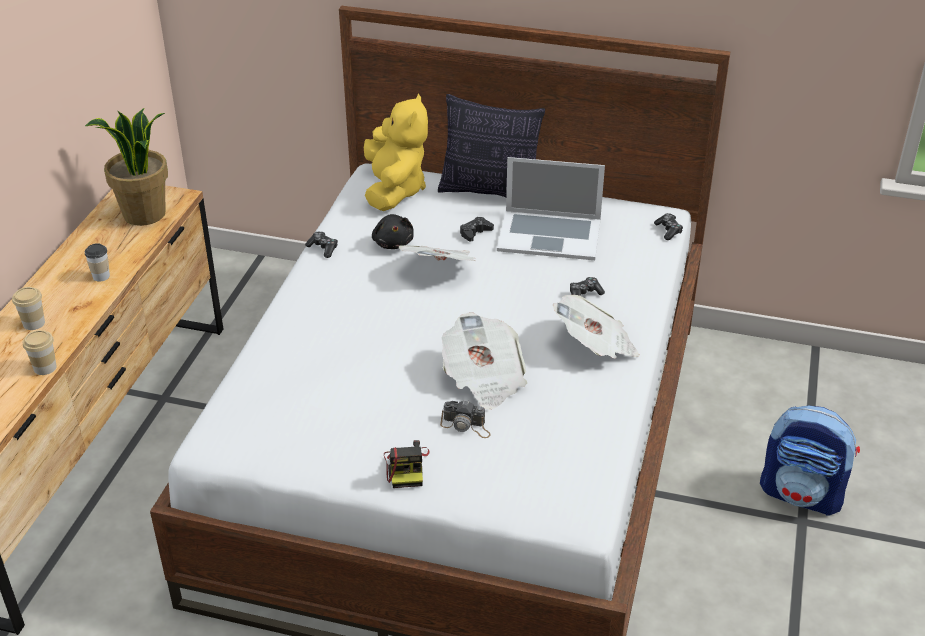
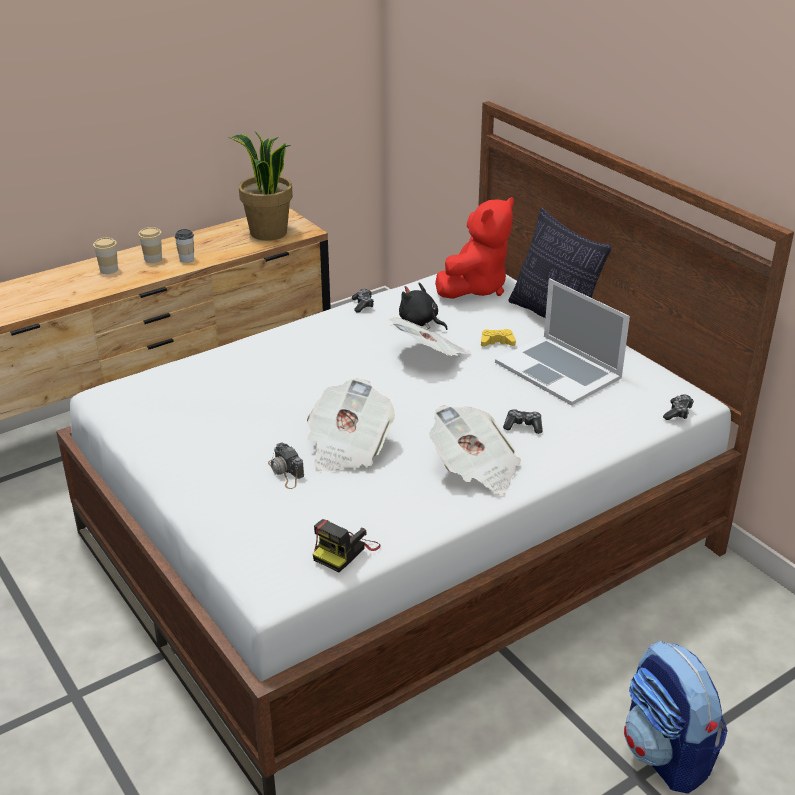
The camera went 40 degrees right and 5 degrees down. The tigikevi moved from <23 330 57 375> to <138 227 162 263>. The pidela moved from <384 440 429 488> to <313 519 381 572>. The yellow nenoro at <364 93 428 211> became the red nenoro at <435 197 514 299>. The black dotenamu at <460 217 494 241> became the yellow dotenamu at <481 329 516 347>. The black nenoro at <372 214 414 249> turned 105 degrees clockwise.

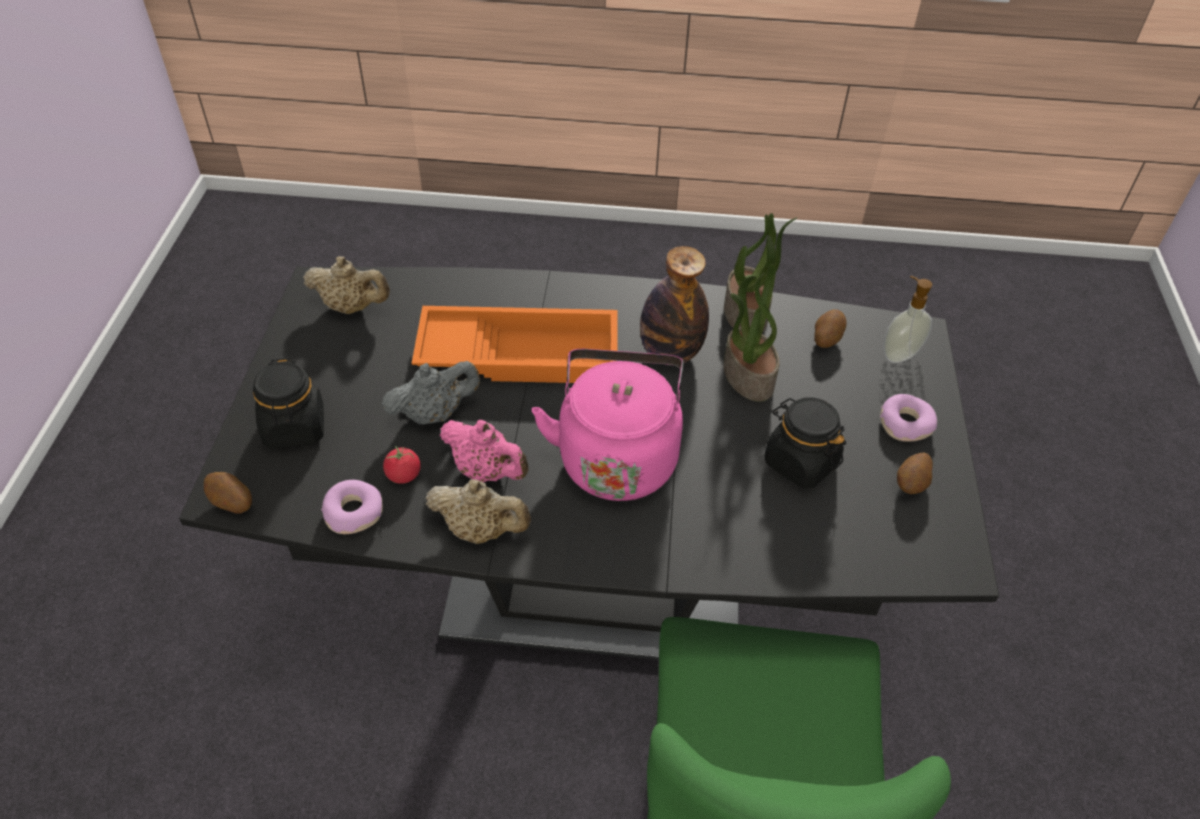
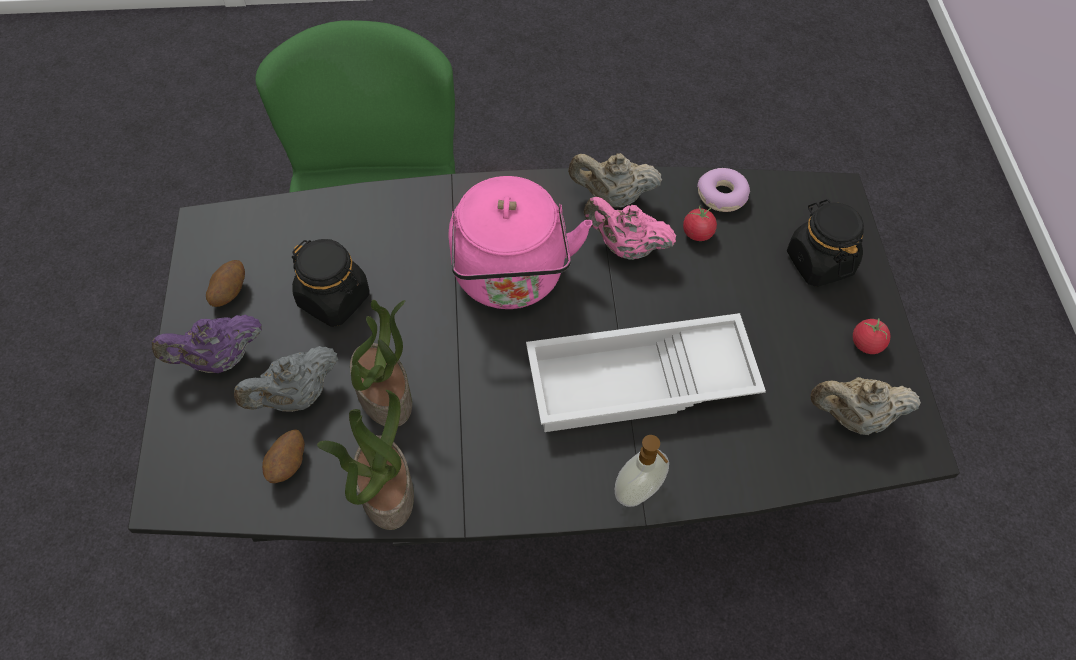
The camera went 170 degrees right and 10 degrees up. The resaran at <204 472 252 514> disappeared. The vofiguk at <640 246 709 365> disappeared. The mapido at <853 318 890 354> appeared. The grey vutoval moved from <382 361 480 425> to <234 346 338 412>. The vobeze moved from <883 276 932 363> to <615 435 669 507>. The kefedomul at <880 394 937 442> was replaced by the purple vutoval at <152 315 262 373>. The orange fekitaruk at <412 306 617 383> became the white fekitaruk at <526 313 766 432>.

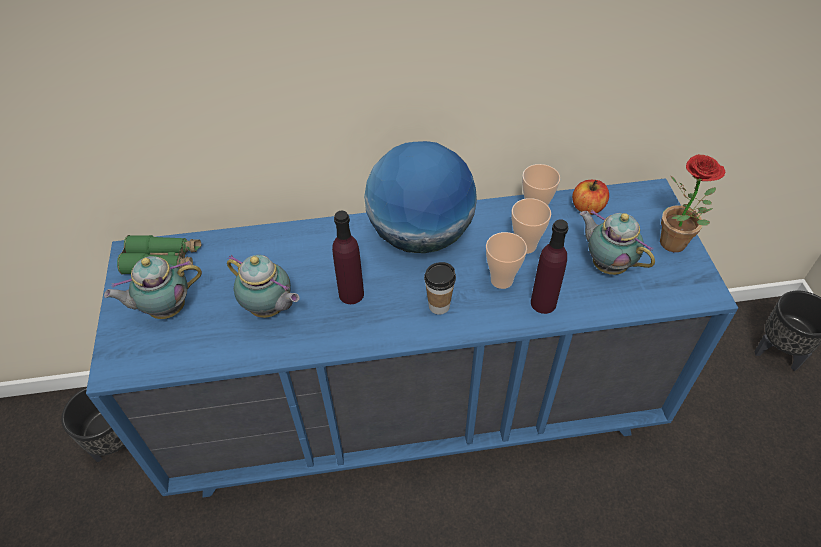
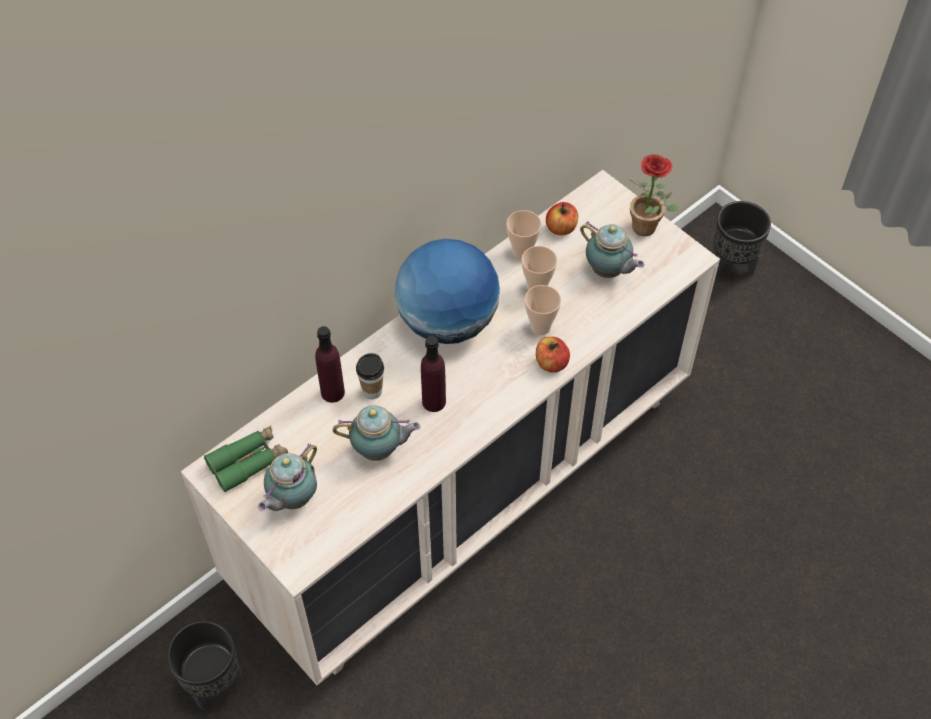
The camera went 35 degrees left and 5 degrees up. The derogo at <536 337 570 373> appeared. The tigikevi moved from <424 262 456 315> to <356 353 384 399>. The purple vofiguk moved from <531 219 568 314> to <315 326 345 403>. The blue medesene at <86 178 738 498> became the beige medesene at <181 170 720 685>. The vutoval at <580 209 655 275> turned 150 degrees counterclockwise.

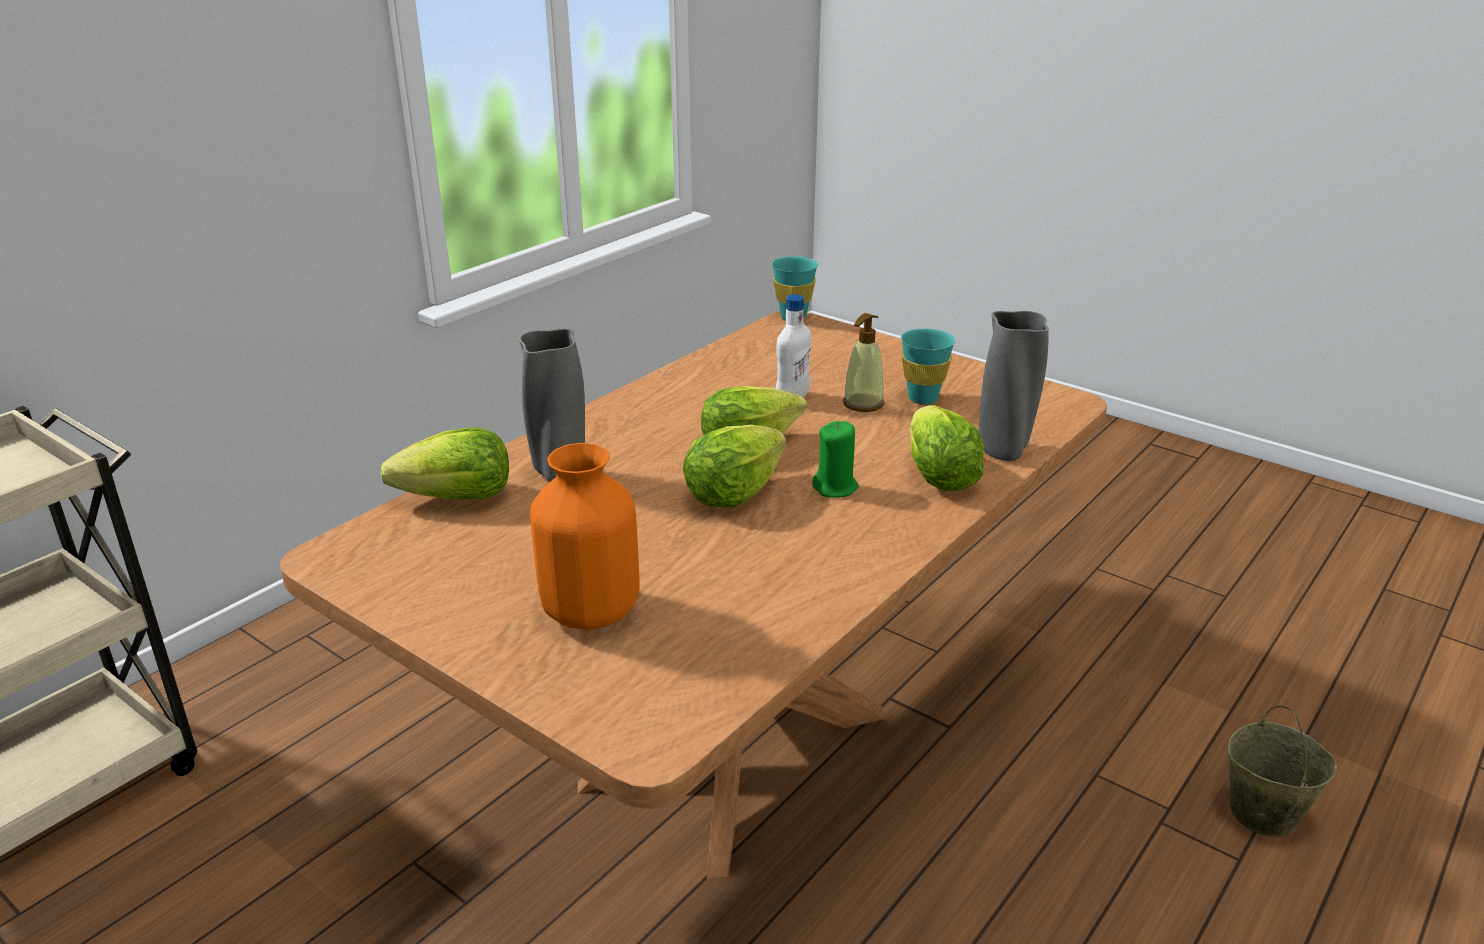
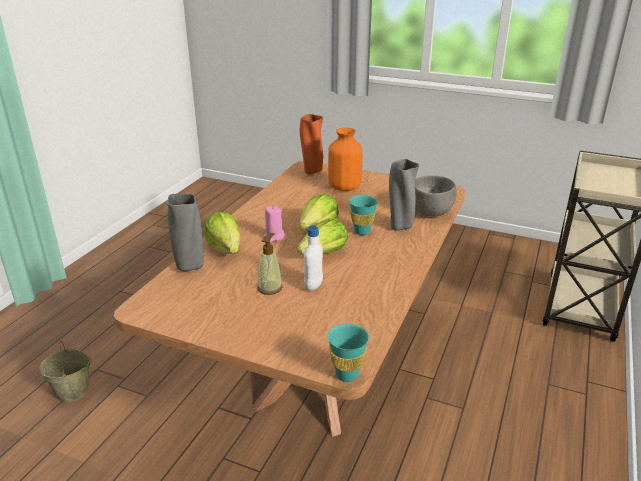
The camera went 165 degrees right and 0 degrees up. The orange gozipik at <300 114 323 174> appeared. The turquoise tigikevi moved from <901 328 955 404> to <349 195 378 235>. The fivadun at <380 428 509 500> was replaced by the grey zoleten at <415 175 457 216>. The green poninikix at <812 421 859 497> became the pink poninikix at <264 206 285 242>.

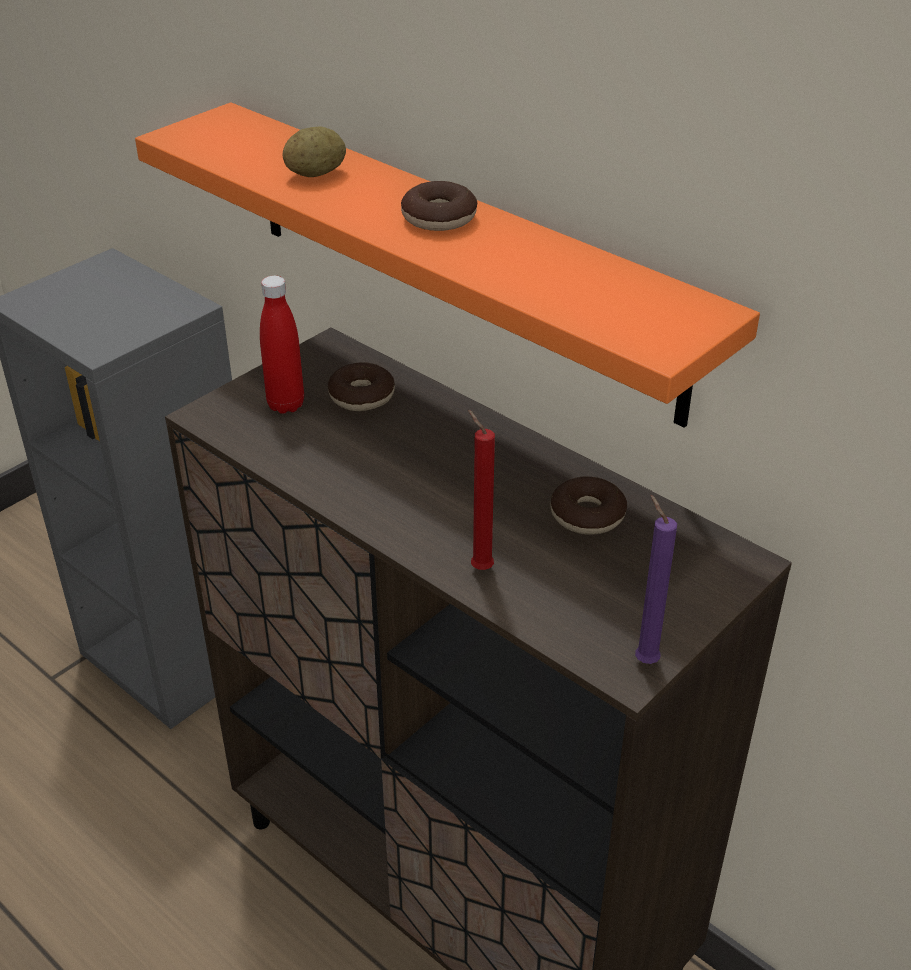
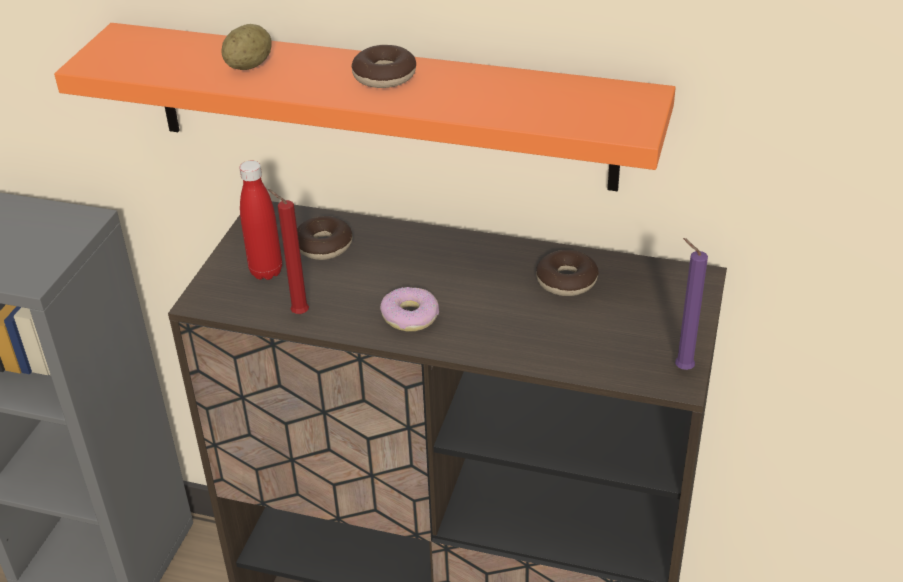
The camera went 25 degrees left and 0 degrees up. The kefedomul at <380 287 439 331> appeared. The red poninikix moved from <468 410 495 570> to <268 189 309 314>.

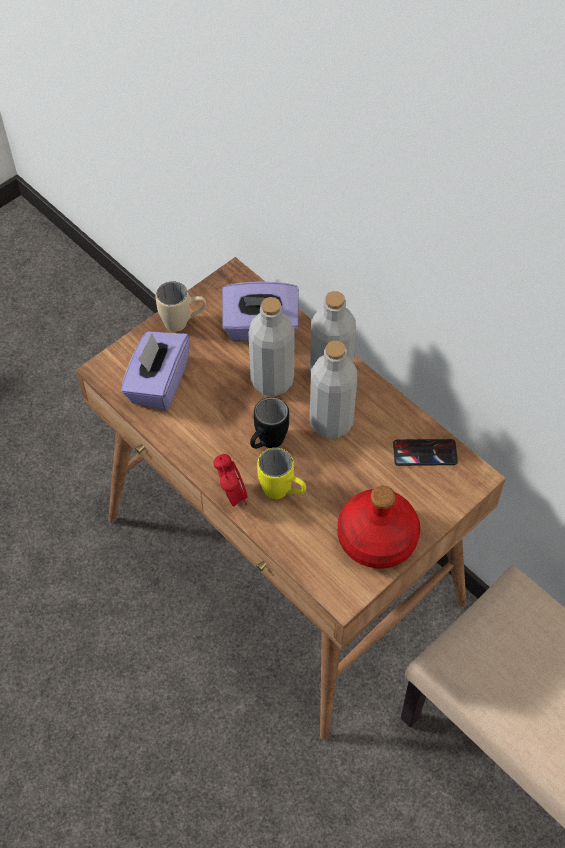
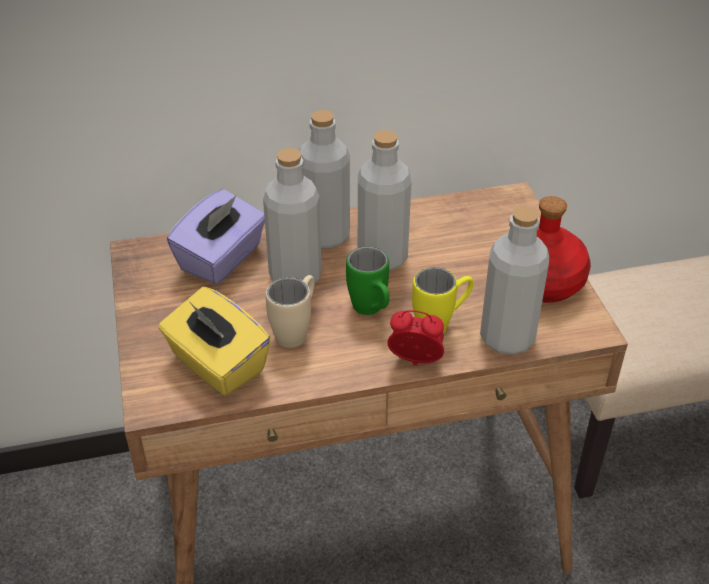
The camera went 60 degrees left and 15 degrees down. The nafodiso at <393 439 458 466> disappeared. The grey vofiguk at <480 206 549 355> appeared. The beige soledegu moved from <155 281 206 332> to <266 275 315 348>. The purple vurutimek at <121 331 190 411> became the yellow vurutimek at <158 287 271 396>. The black soledegu at <250 397 289 449> became the green soledegu at <346 246 390 315>.

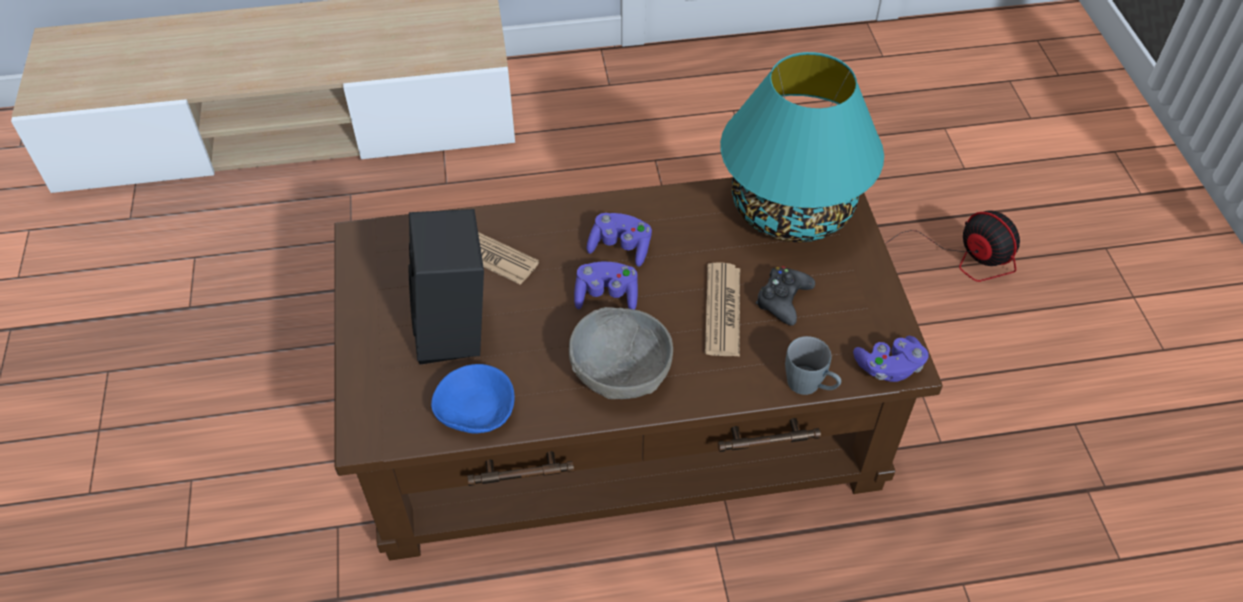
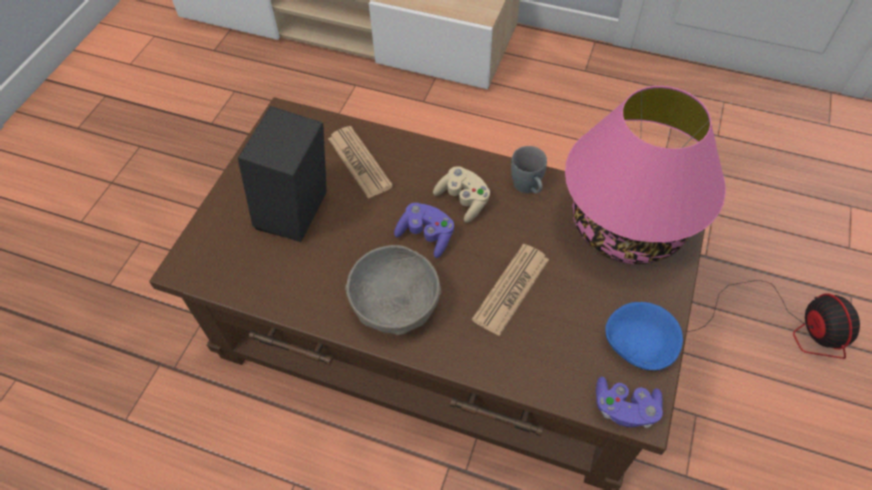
The camera went 30 degrees right and 5 degrees up. The black dotenamu at <756 266 815 325> disappeared. The blue zoleten moved from <431 364 515 434> to <605 302 683 370>. The grey soledegu moved from <785 336 841 395> to <511 146 547 193>. The purple dotenamu at <586 213 652 267> became the beige dotenamu at <433 166 490 223>. The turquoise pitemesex at <720 52 884 242> became the pink pitemesex at <565 86 726 264>.

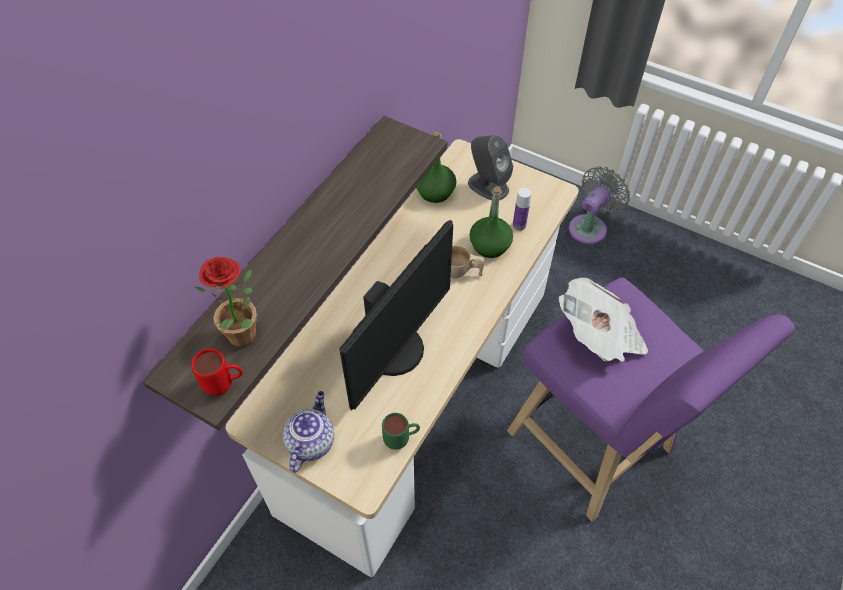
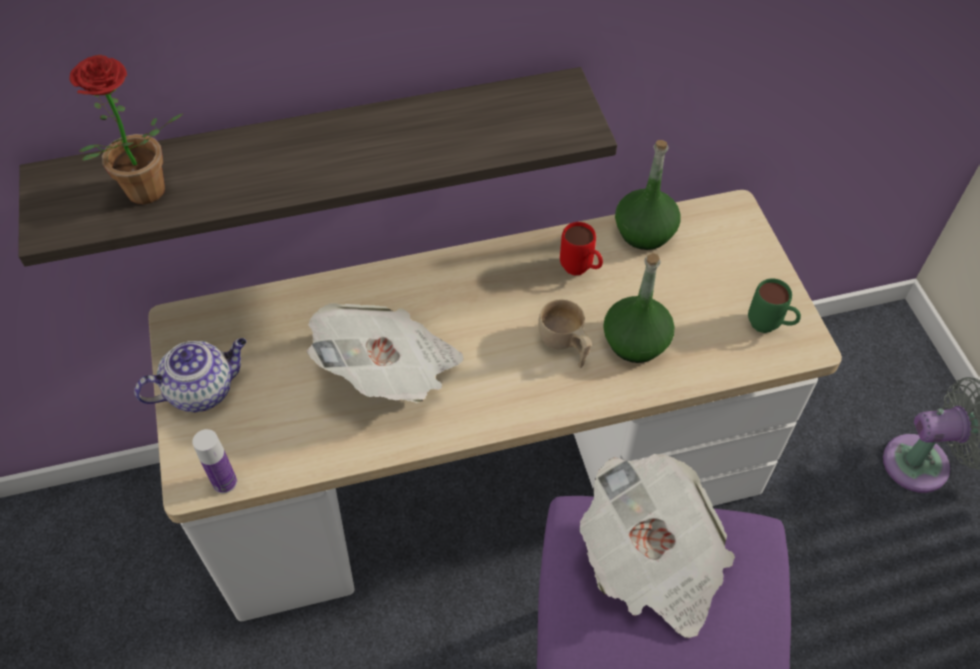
The camera went 45 degrees right and 0 degrees up. The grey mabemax at <468 135 513 200> disappeared. The red soledegu moved from <192 349 243 396> to <560 222 603 275>. The green soledegu moved from <382 413 420 450> to <748 278 801 333>. The vofiguk moved from <513 188 531 231> to <192 429 237 494>. The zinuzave at <339 220 453 410> was replaced by the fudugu at <307 303 464 403>.

